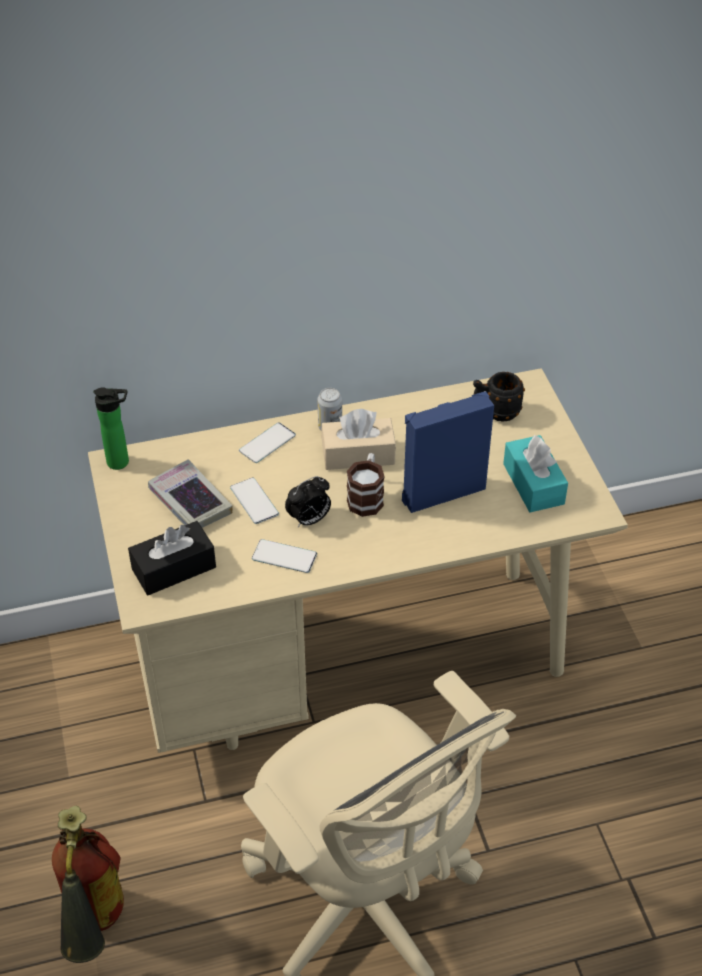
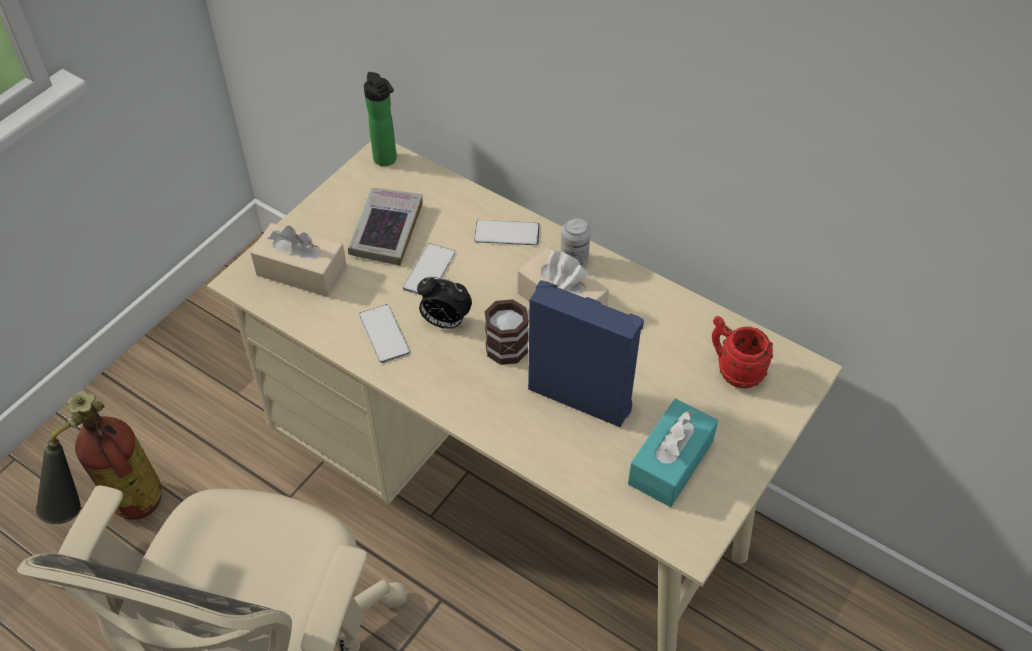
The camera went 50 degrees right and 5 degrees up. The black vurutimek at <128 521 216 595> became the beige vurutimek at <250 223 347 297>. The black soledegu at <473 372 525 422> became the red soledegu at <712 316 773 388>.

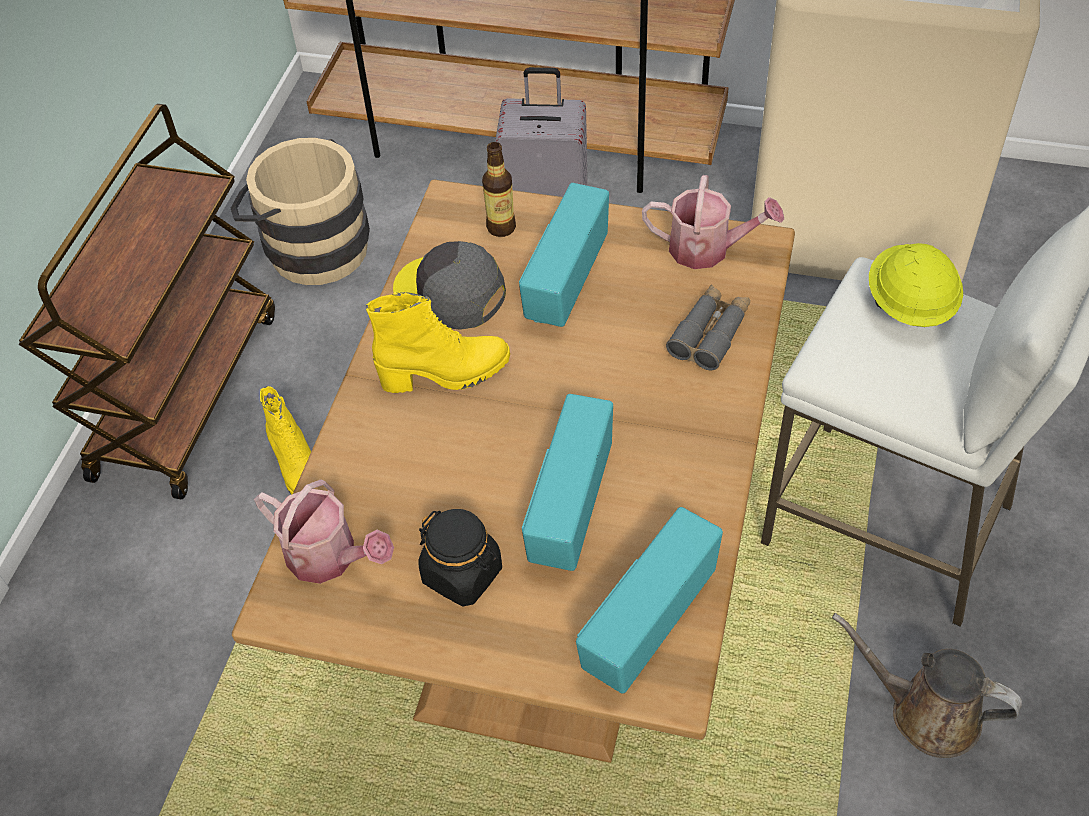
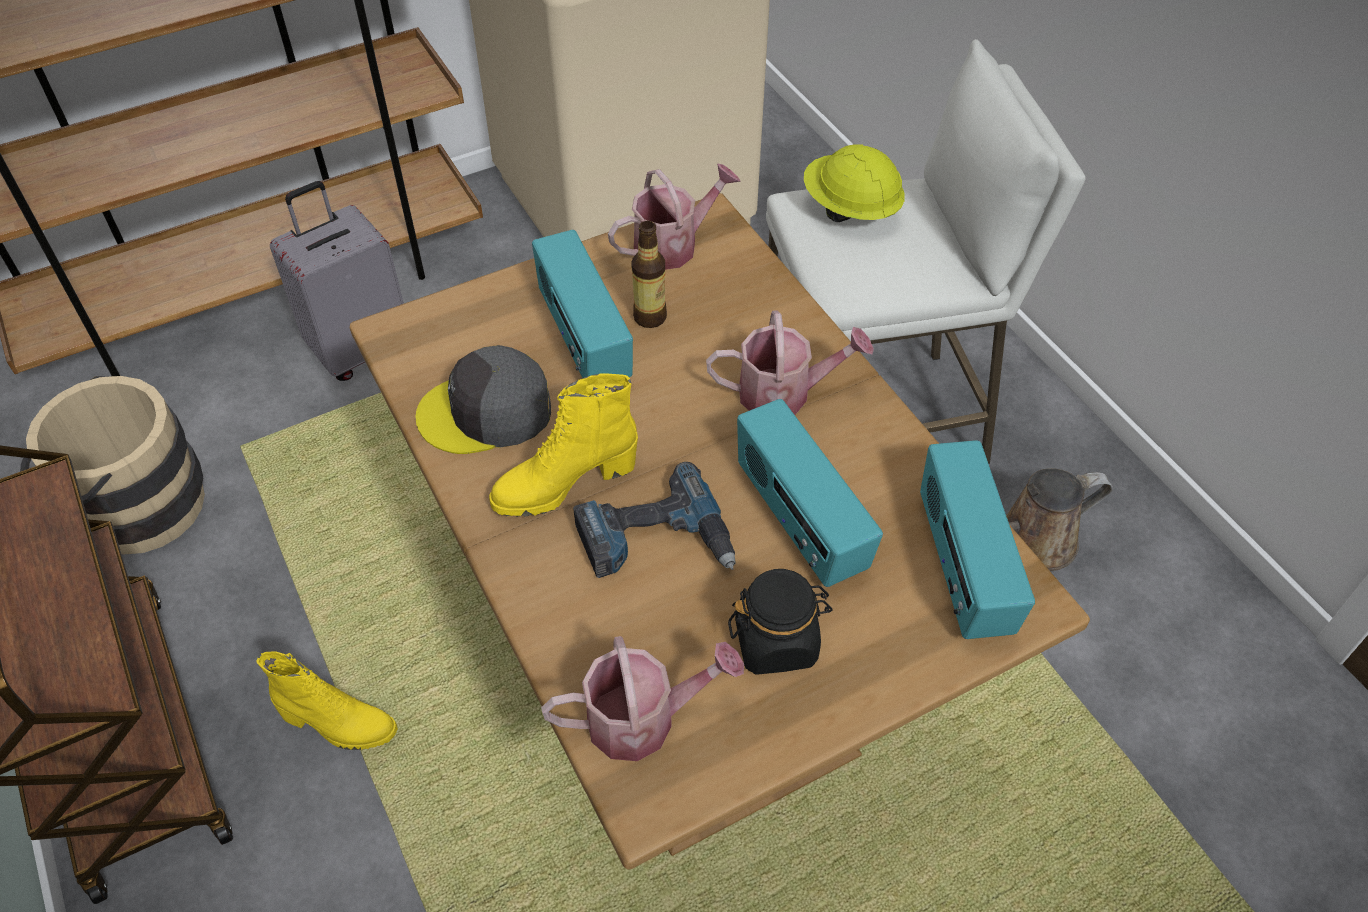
The camera went 45 degrees left and 0 degrees up. The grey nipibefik at <666 285 750 370> disappeared. The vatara at <573 462 736 578> appeared. The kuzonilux at <706 311 874 415> appeared. The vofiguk moved from <482 142 516 237> to <631 221 667 328>. The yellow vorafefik at <366 292 510 393> turned 150 degrees counterclockwise.

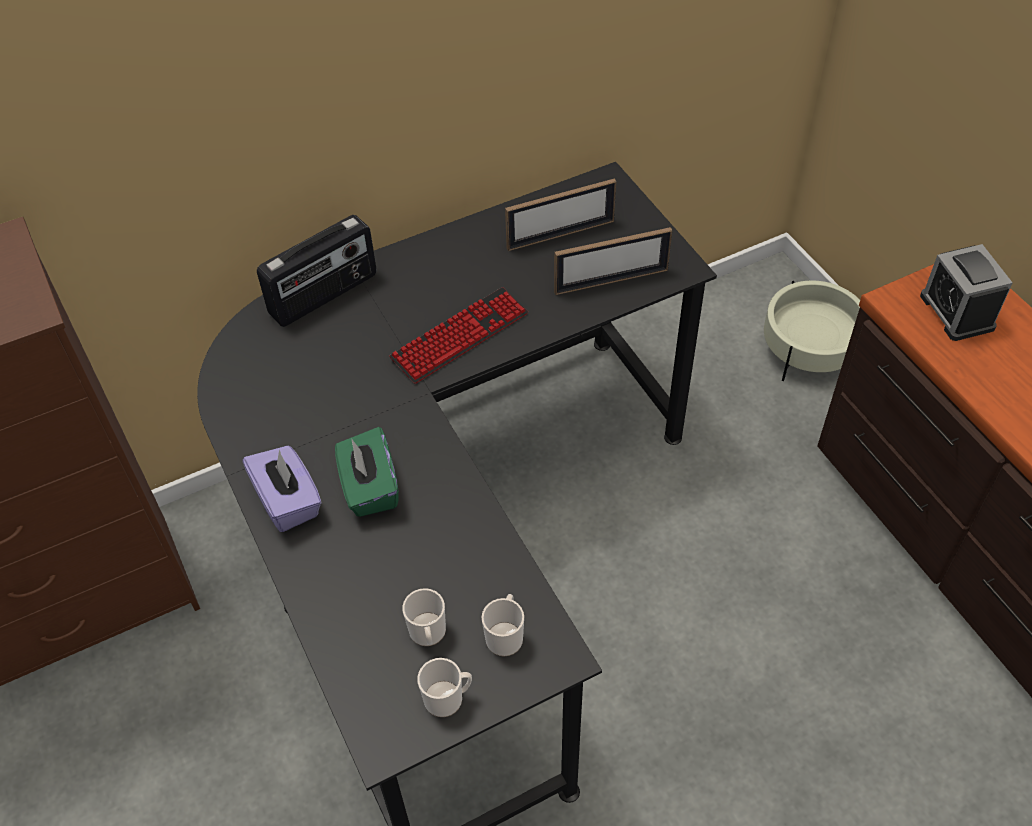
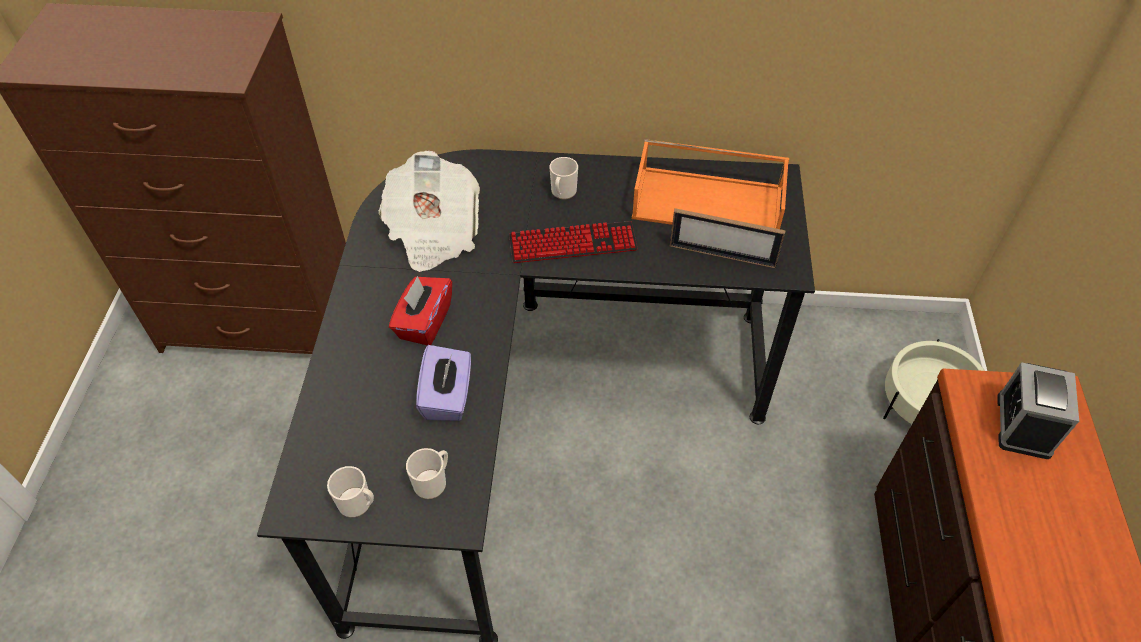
The camera went 30 degrees right and 0 degrees up. The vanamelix at <257 215 377 327> disappeared. The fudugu at <378 151 480 272> appeared. The purple vurutimek moved from <242 446 322 532> to <416 345 471 421>. The soledegu moved from <402 588 446 646> to <550 157 578 199>. The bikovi at <505 178 616 251> was replaced by the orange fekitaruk at <632 139 789 229>. The green vurutimek at <335 427 399 517> became the red vurutimek at <389 276 452 345>.

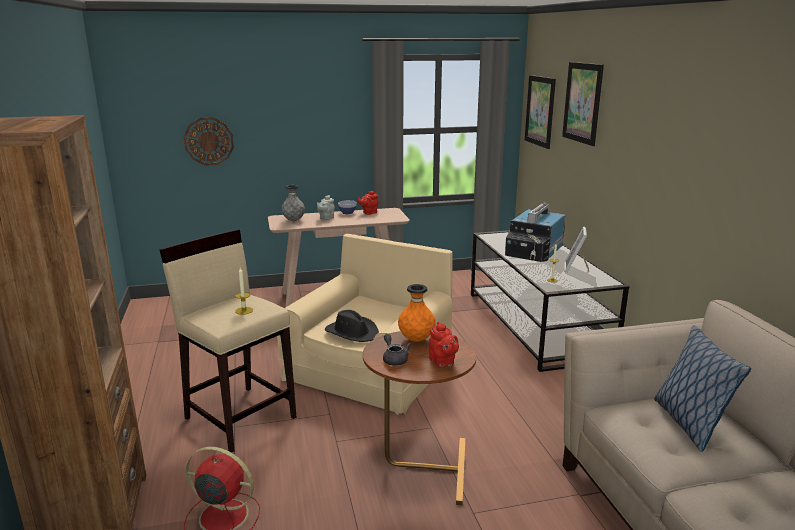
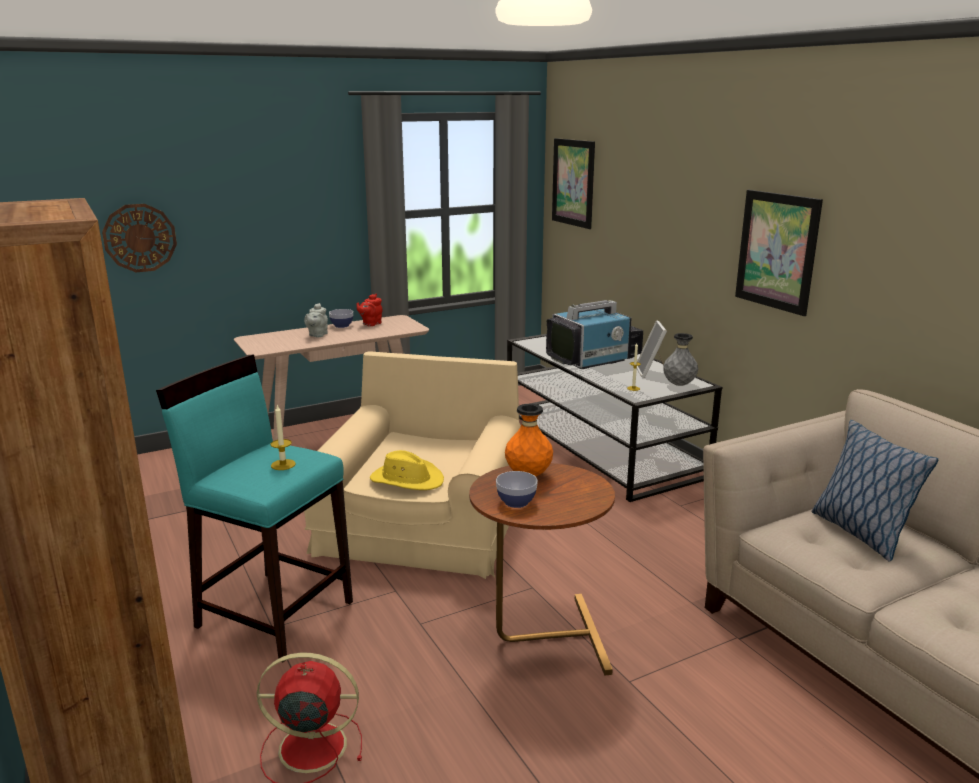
The camera went 15 degrees left and 0 degrees up. The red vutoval at <429 322 459 367> disappeared. The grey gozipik moved from <281 185 305 221> to <663 333 698 386>. The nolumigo moved from <562 62 604 146> to <735 190 823 316>. The grey vutoval at <383 334 411 366> was replaced by the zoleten at <496 471 538 508>. The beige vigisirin at <159 230 296 453> became the turquoise vigisirin at <156 355 353 663>. The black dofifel at <325 310 379 342> became the yellow dofifel at <370 450 444 490>. The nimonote at <505 202 565 262> turned 135 degrees counterclockwise.

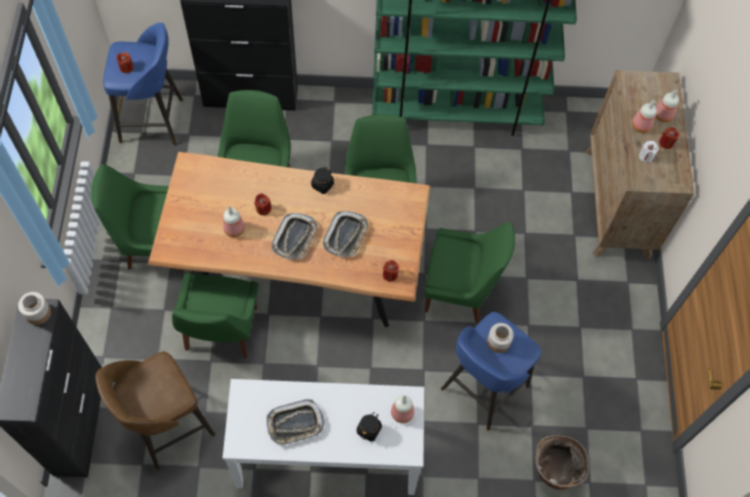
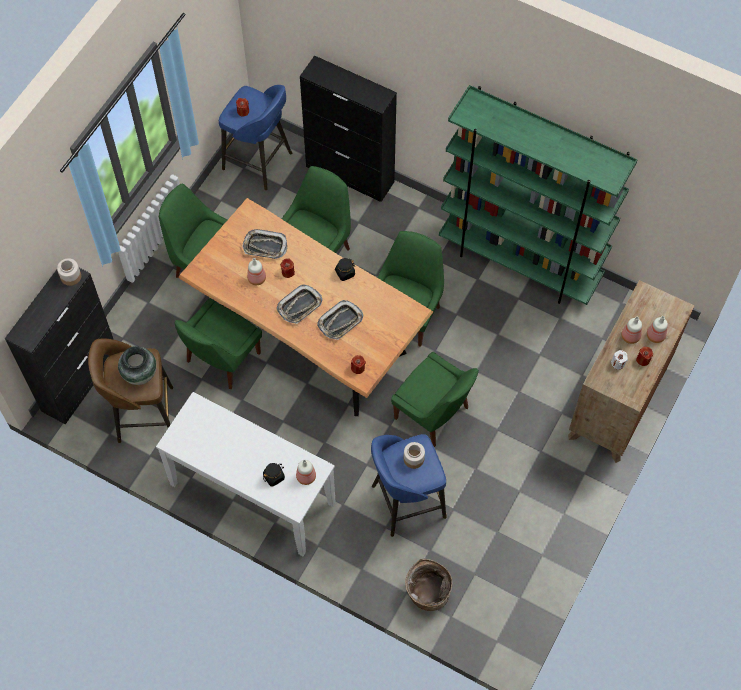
The camera went 30 degrees right and 0 degrees up. The gozipik at <118 346 157 385> appeared. The fekitaruk moved from <267 399 325 446> to <243 229 287 259>.

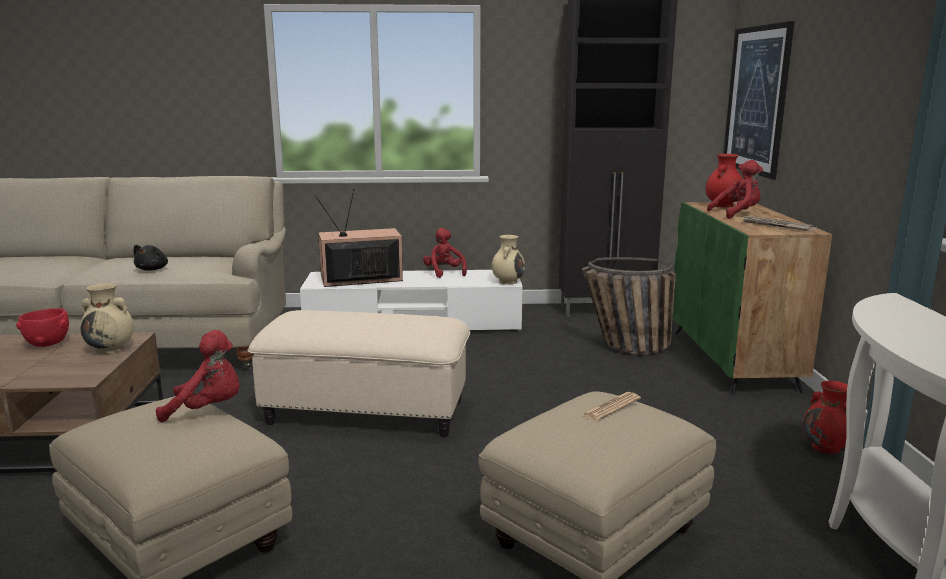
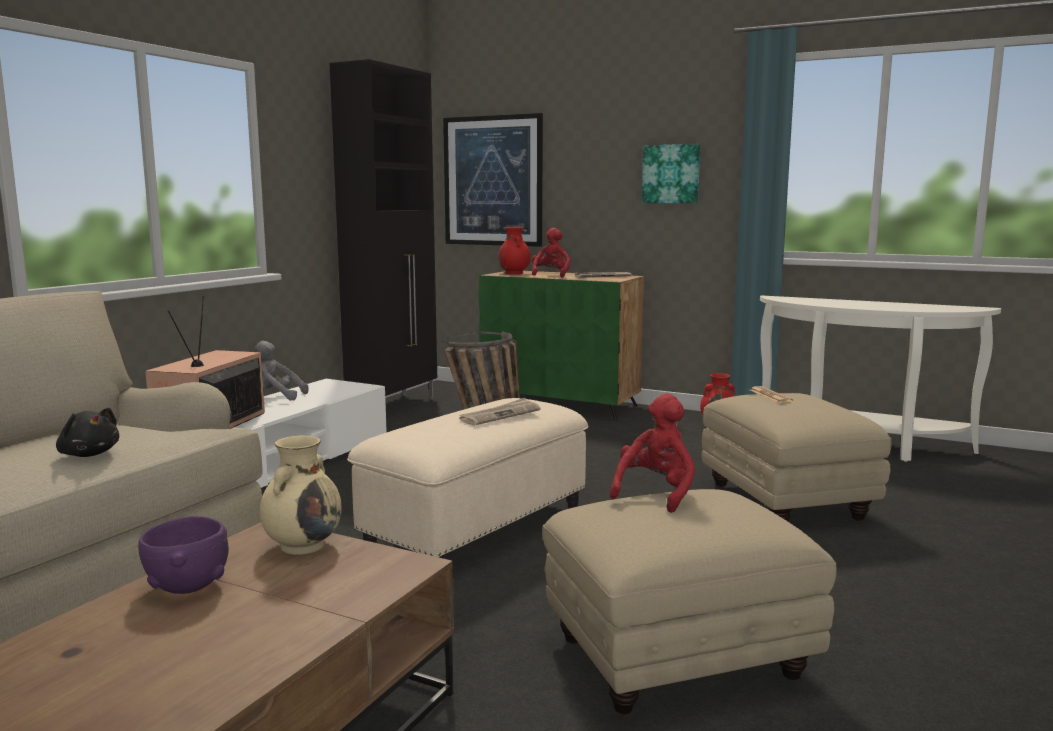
The camera went 60 degrees left and 5 degrees down. The beige gozipik at <492 235 525 285> disappeared. The fudugu at <459 398 541 426> appeared. The nolumigo at <642 144 700 203> appeared. The red zoleten at <16 309 69 347> became the purple zoleten at <138 516 229 594>. The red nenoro at <423 228 467 278> became the grey nenoro at <254 341 309 400>.

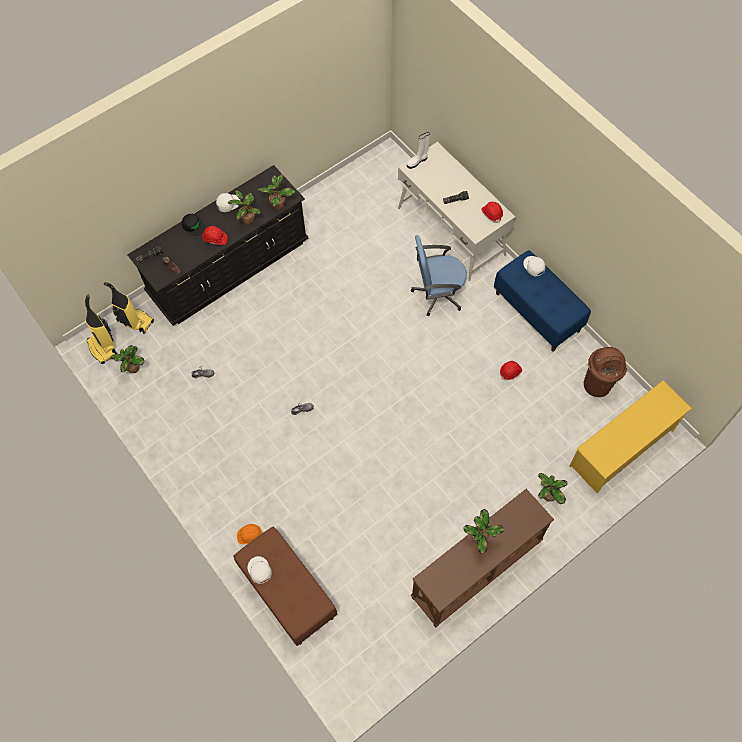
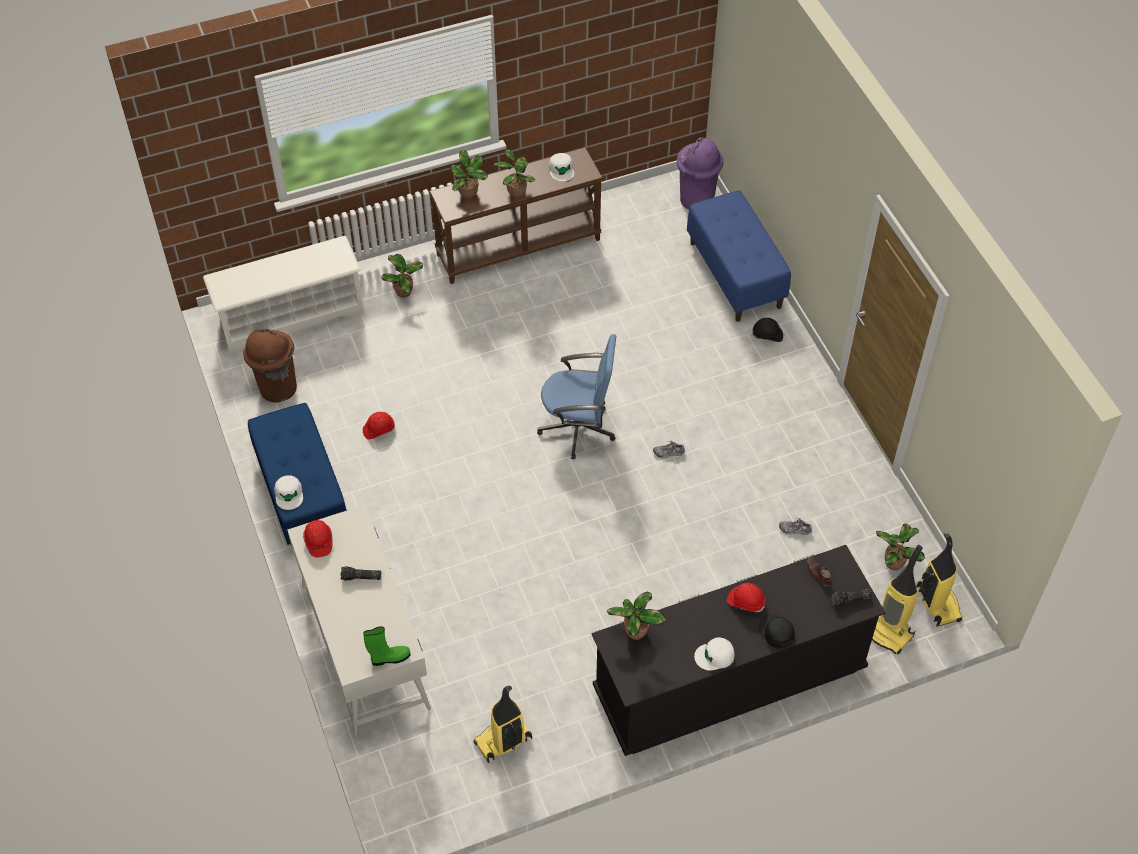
The camera went 165 degrees left and 10 degrees down. The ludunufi at <473 686 532 763> appeared. The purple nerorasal at <677 138 723 210> appeared. The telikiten moved from <228 190 261 225> to <450 150 488 199>. The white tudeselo moved from <248 556 272 584> to <549 153 574 182>. The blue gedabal moved from <411 235 467 316> to <537 334 616 460>. The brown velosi at <234 527 337 646> became the blue velosi at <687 190 791 322>. The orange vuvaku at <237 524 263 544> became the black vuvaku at <752 318 783 342>. The white vorafefik at <407 132 430 169> became the green vorafefik at <363 626 411 666>. The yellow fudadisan at <569 380 692 493> became the white fudadisan at <203 236 364 353>.

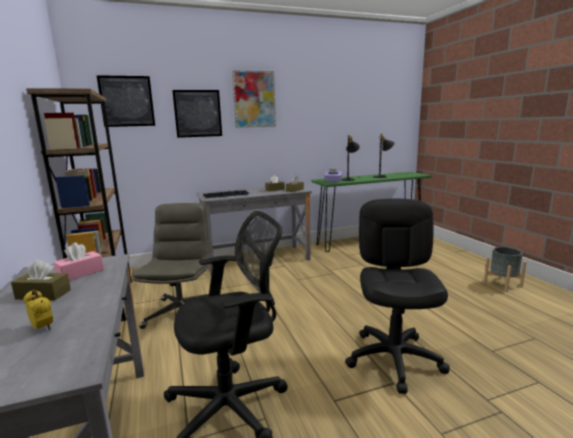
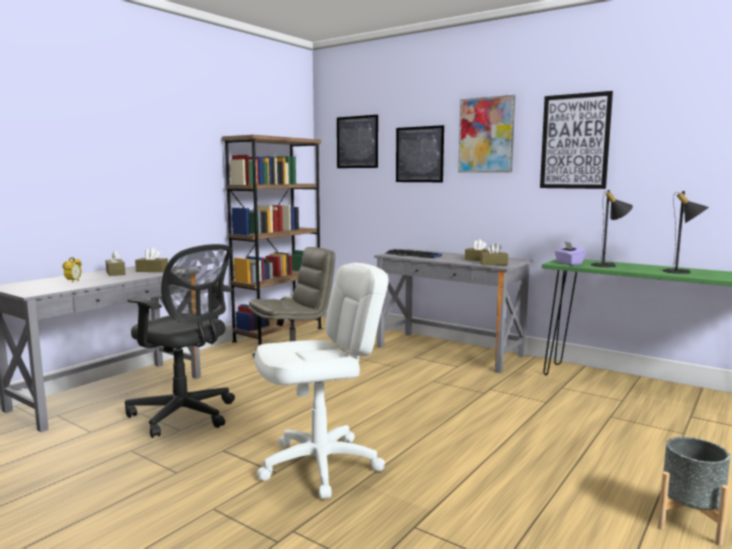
The camera went 55 degrees right and 5 degrees down. The nolumigo at <540 91 613 189> appeared. The pink vurutimek at <53 242 104 281> became the brown vurutimek at <135 247 168 272>. The black gedabal at <345 198 450 394> became the white gedabal at <254 263 389 499>.

